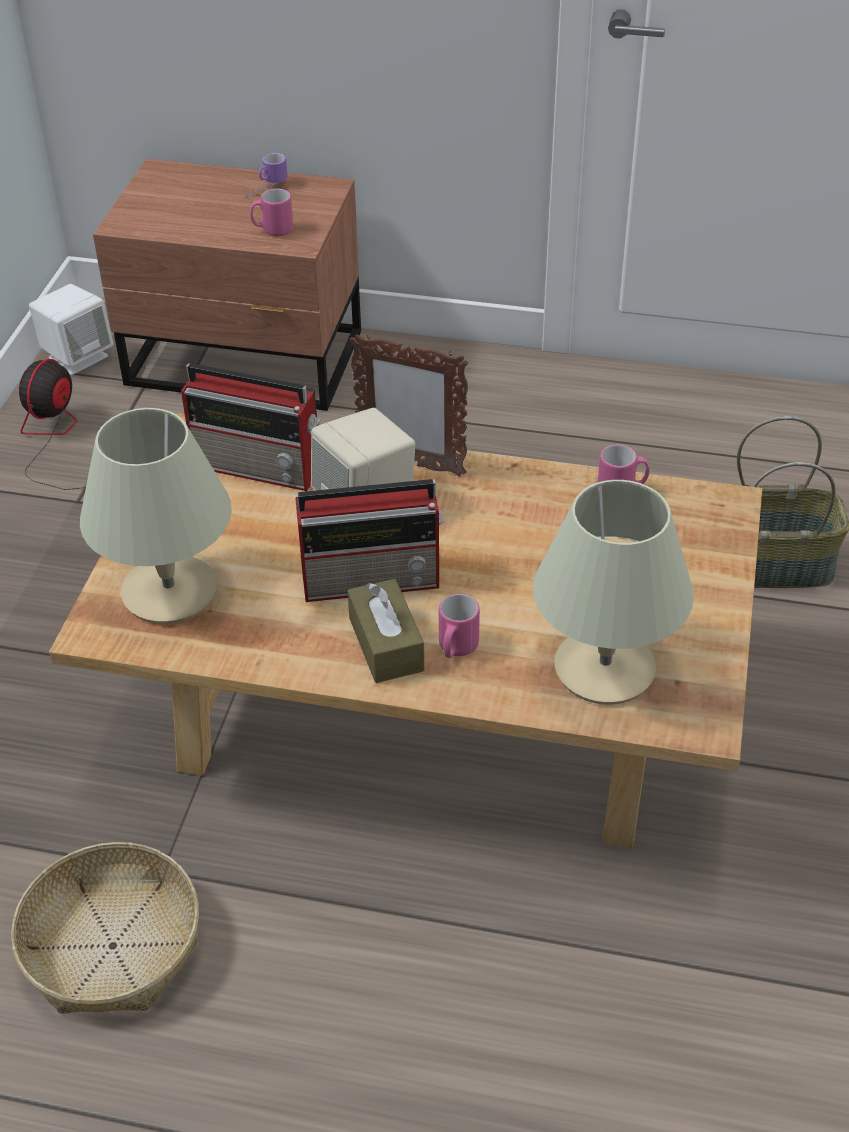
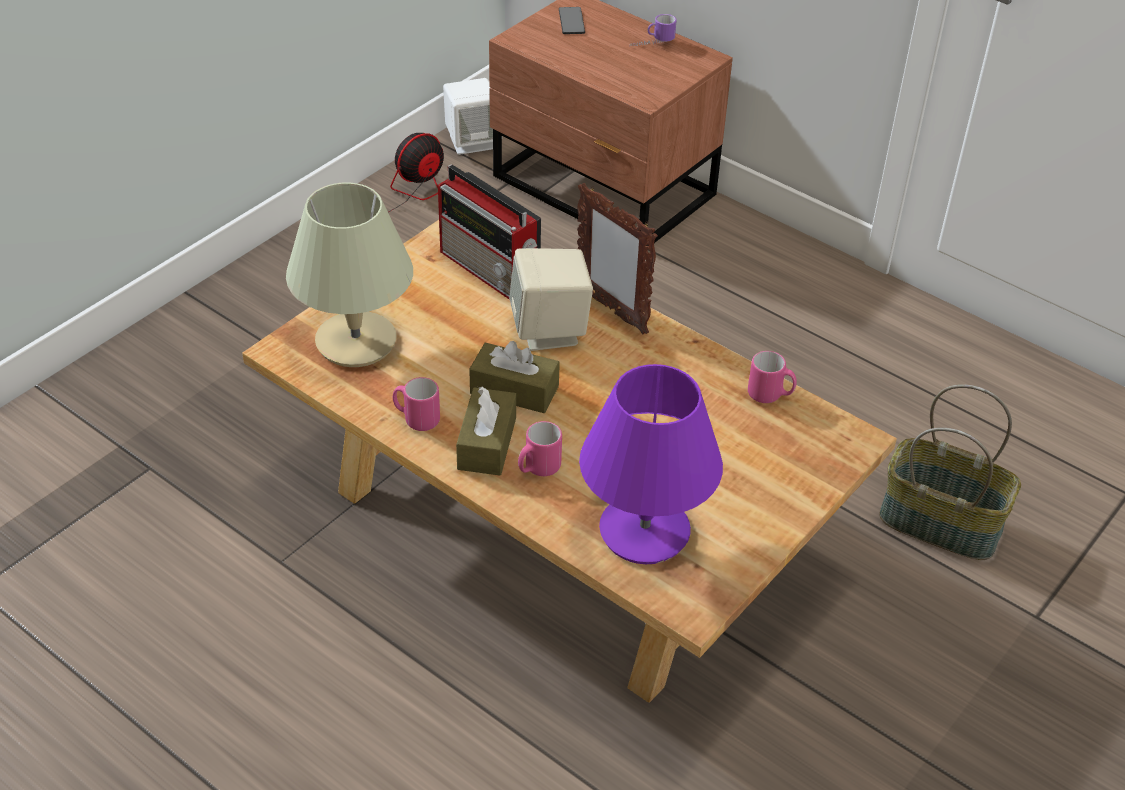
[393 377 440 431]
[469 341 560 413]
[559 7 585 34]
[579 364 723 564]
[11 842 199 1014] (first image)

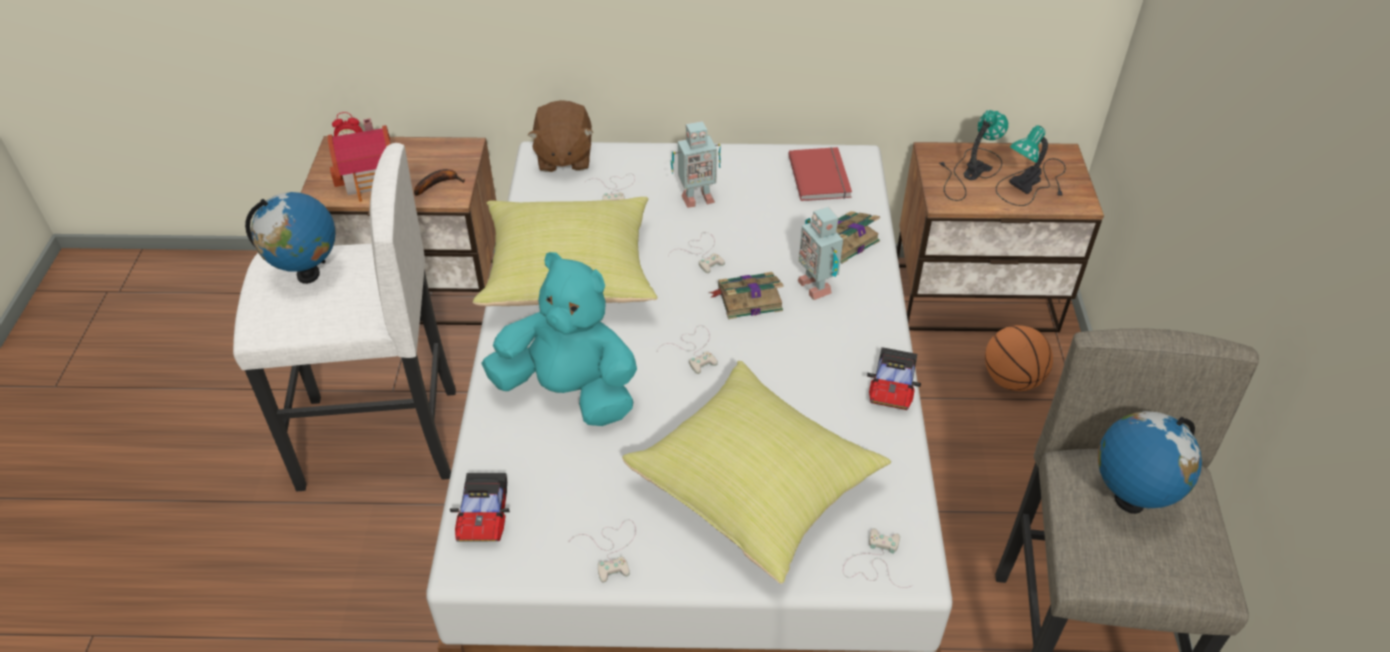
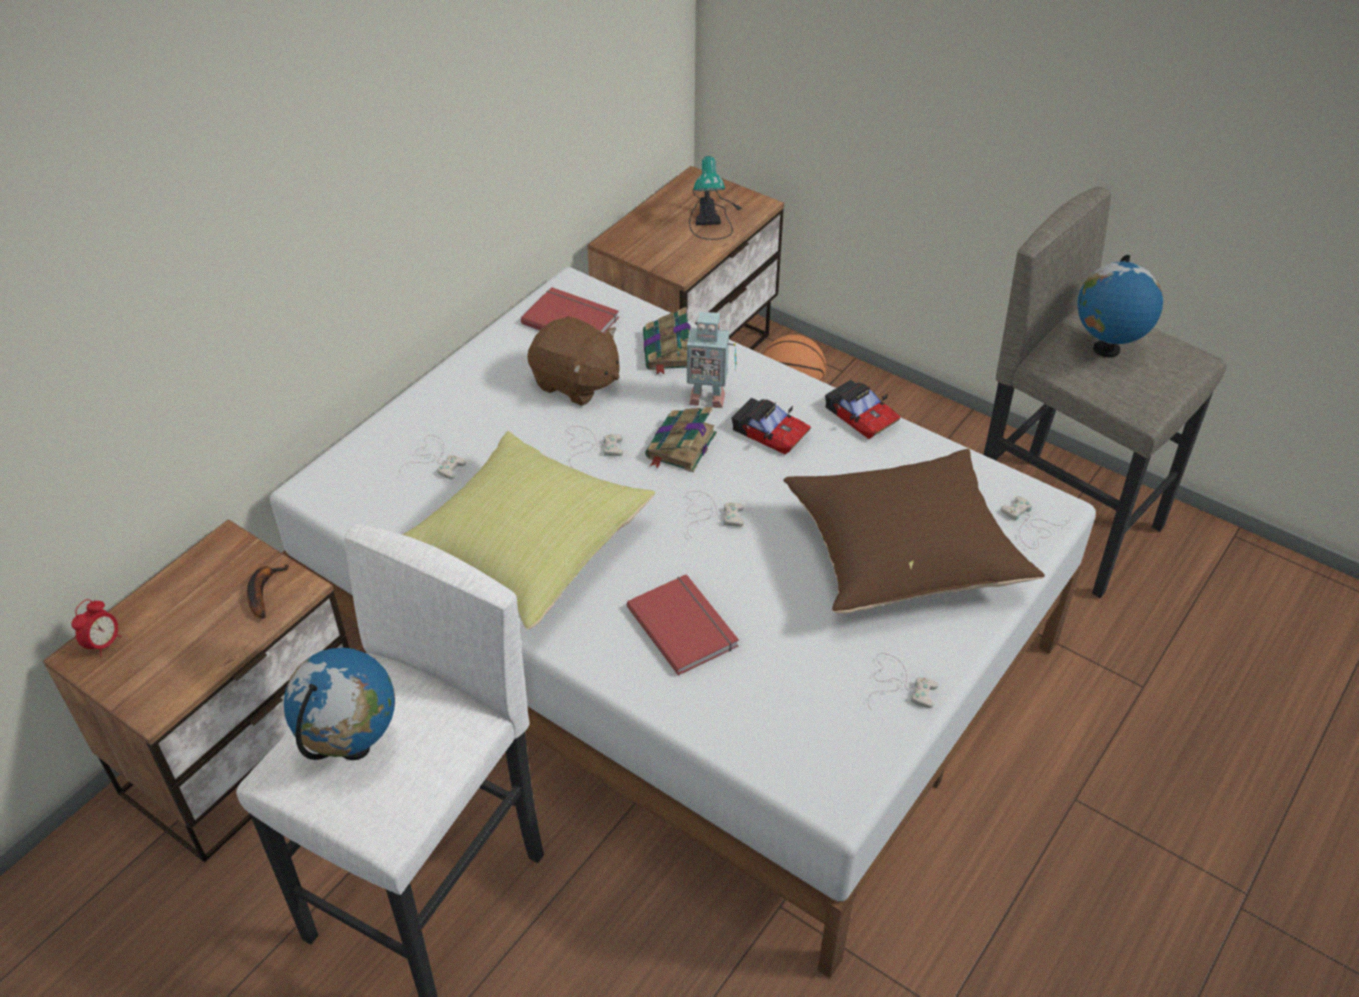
[527 316 620 406]
[627 574 739 676]
[731 398 811 454]
[783 449 1045 614]
[328 118 390 202] (first image)
[671 121 721 208] (first image)
[939 110 1008 201] (first image)

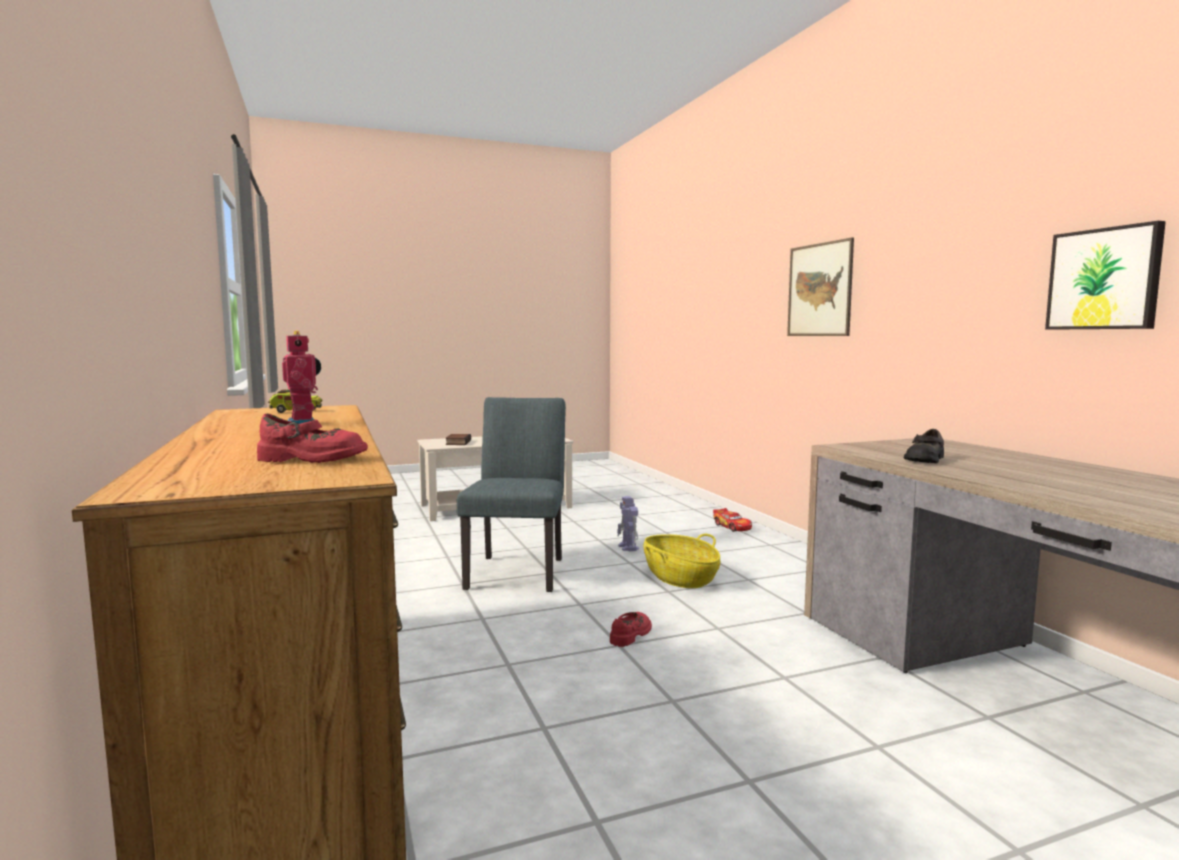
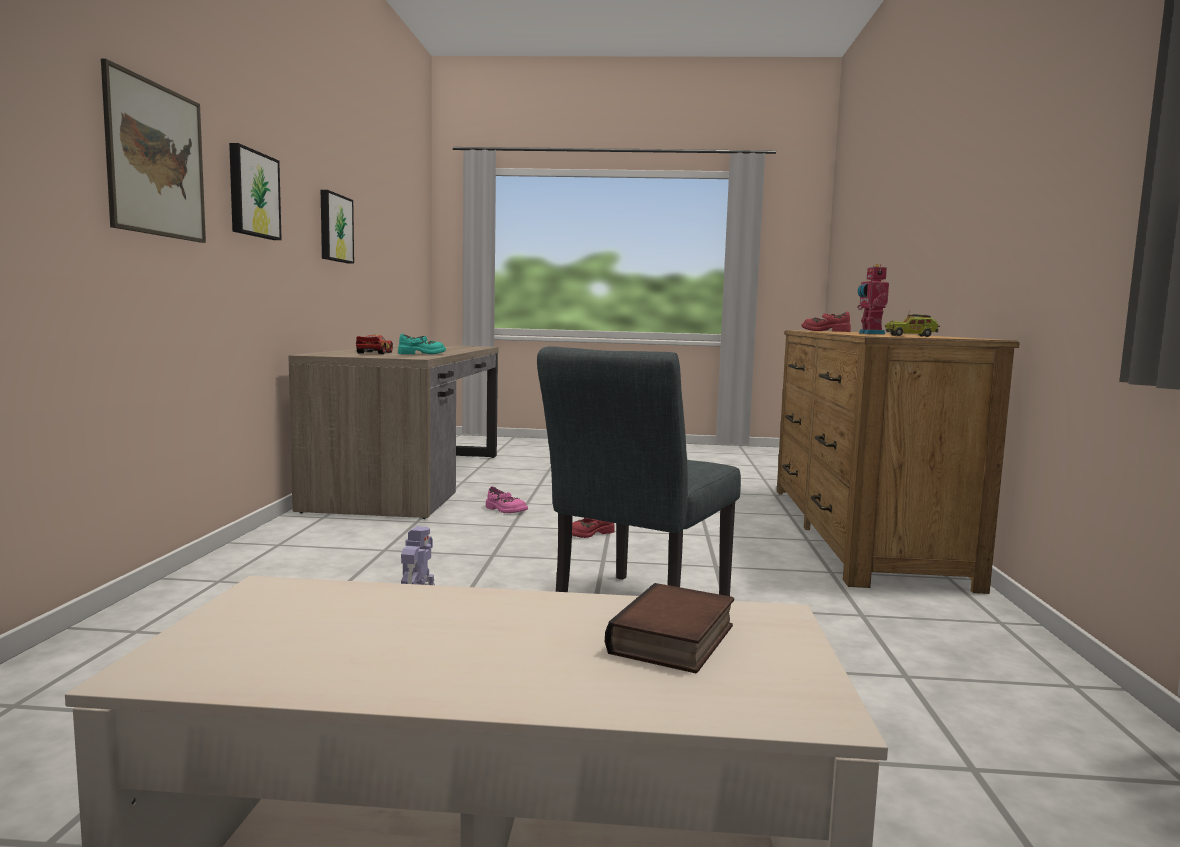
[229 143 282 240]
[356 335 393 354]
[398 334 446 354]
[486 486 528 513]
[644 534 720 588] (first image)

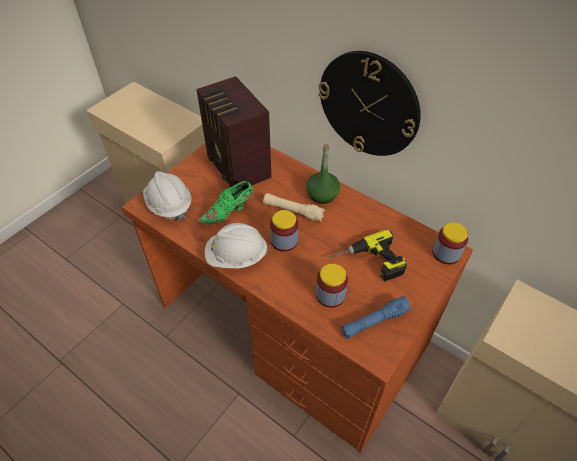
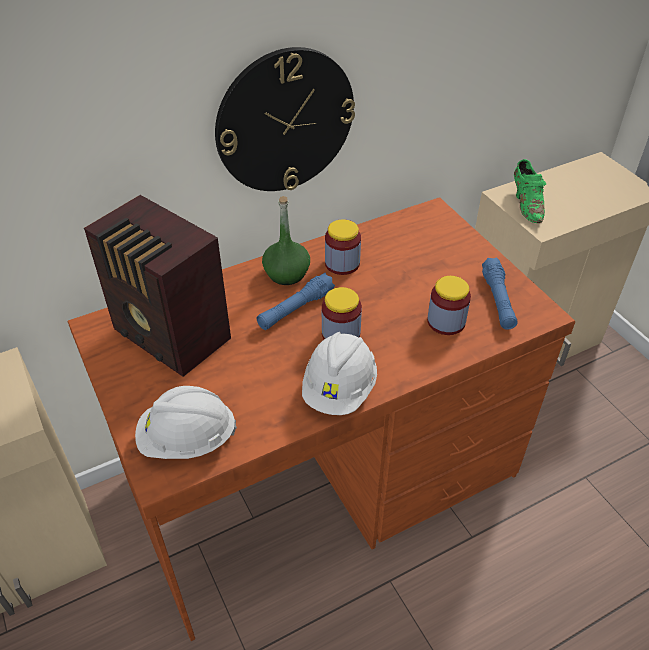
[84 195 231 377]
[256 273 335 330]
[325 219 361 275]
[514 159 546 223]
[329 229 407 281] (first image)

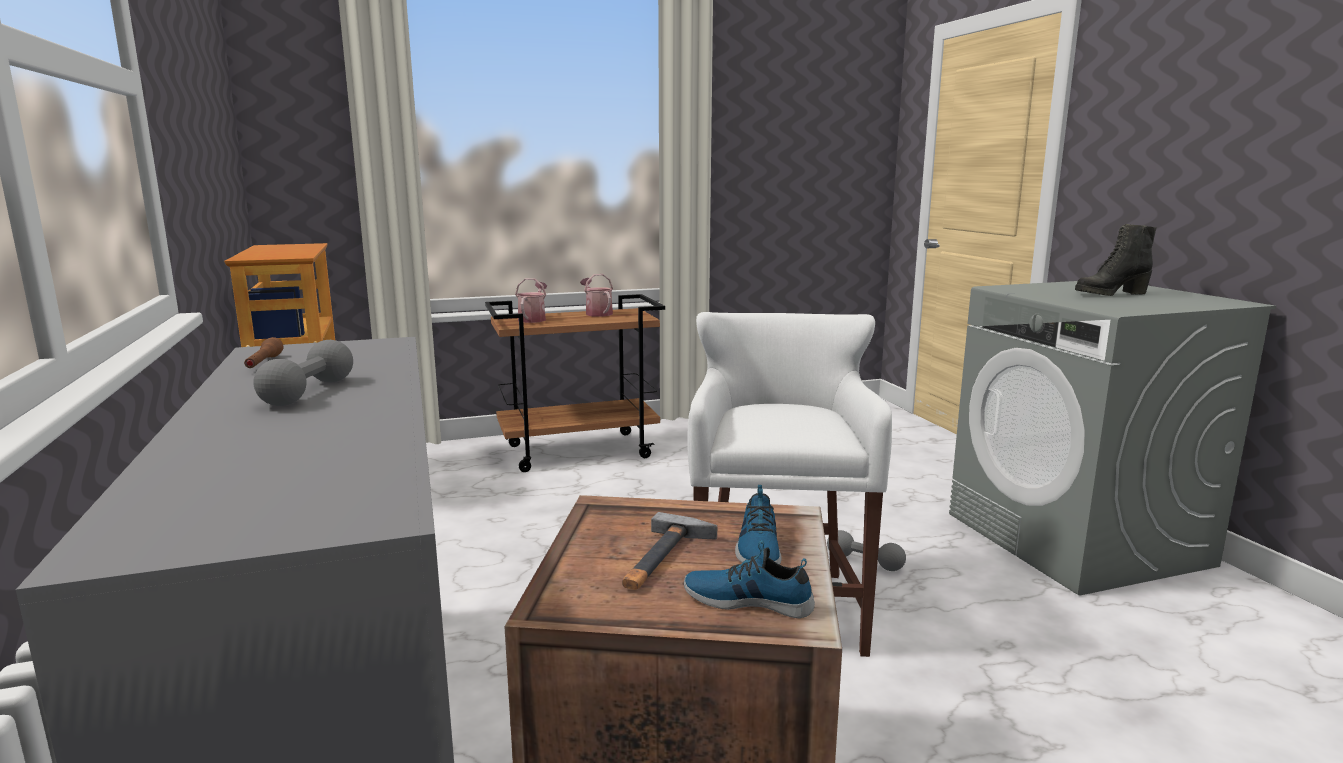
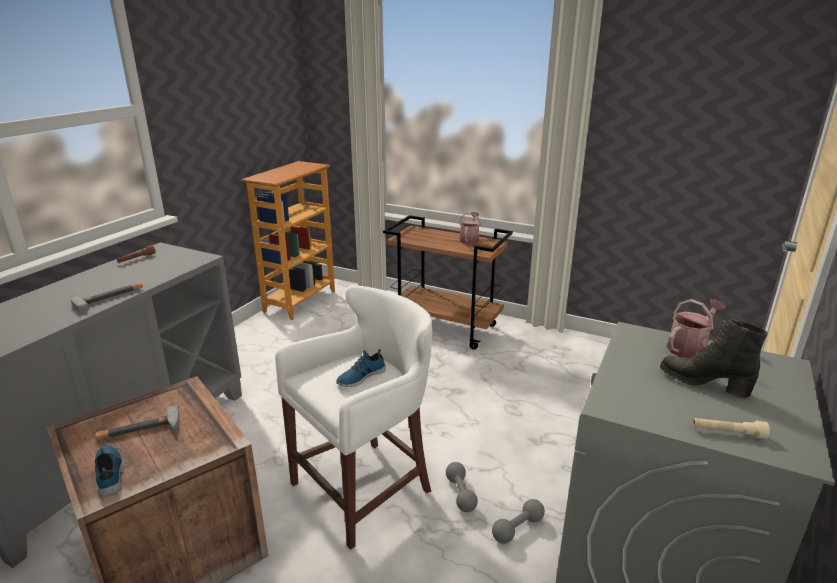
[70 282 143 313]
[336 349 386 387]
[492 499 545 543]
[667 299 726 358]
[693 418 770 439]

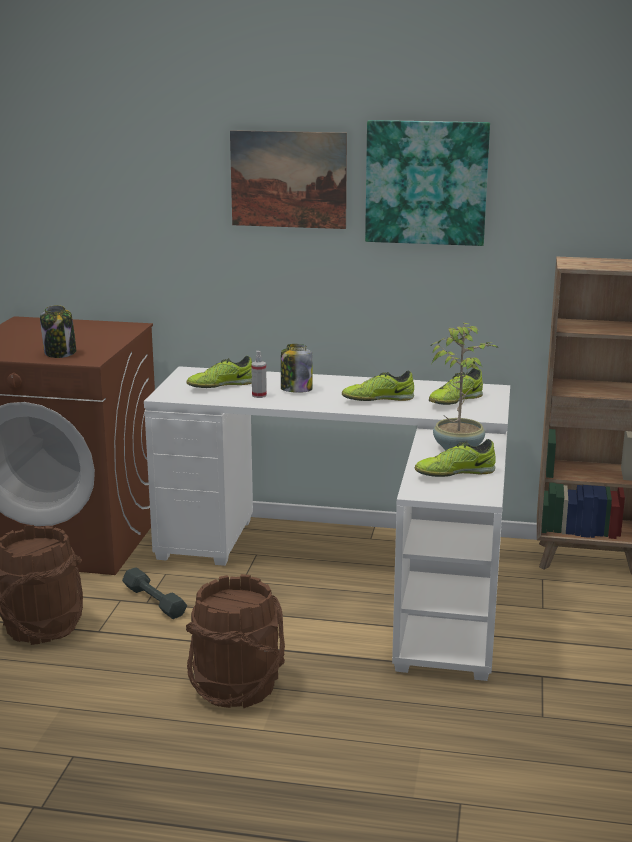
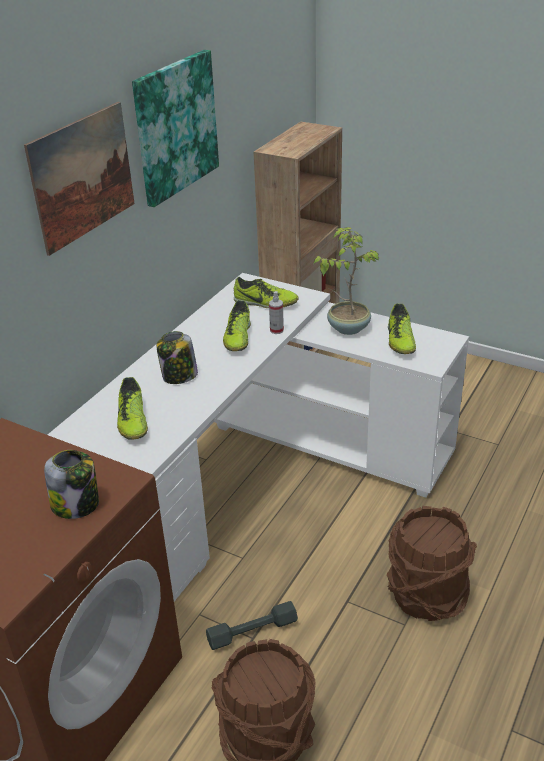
[234 277 298 308]
[269 291 284 334]

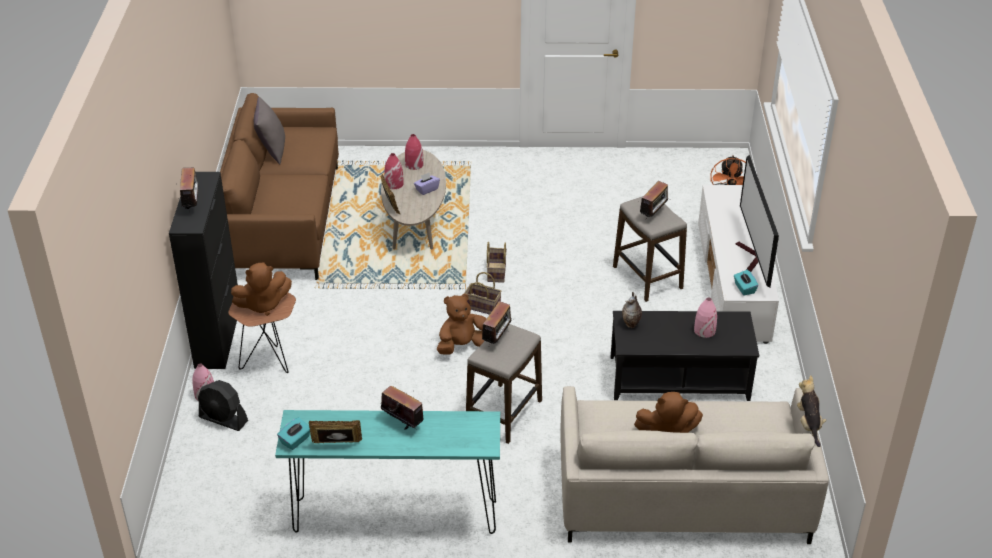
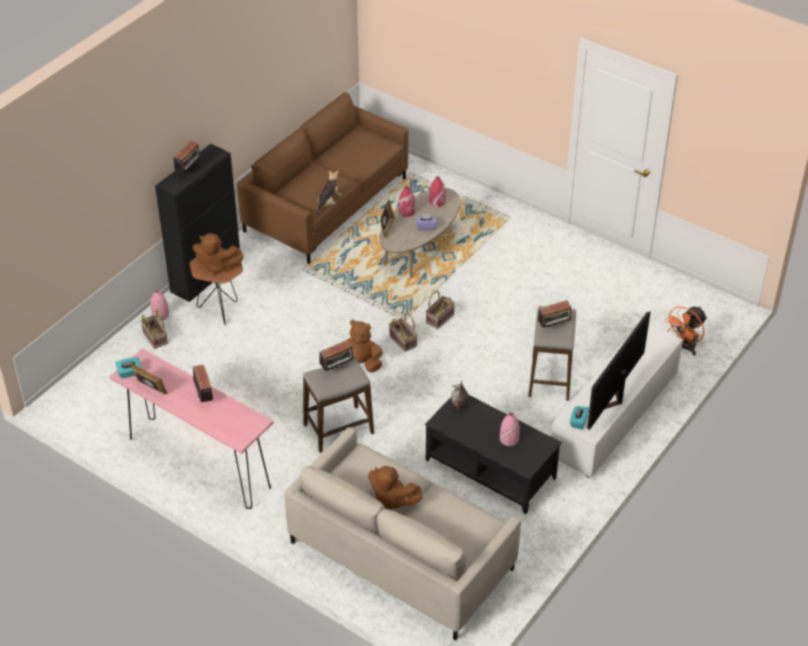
[109 348 274 509]
[141 310 168 349]
[317 170 342 216]
[254 97 285 164] (first image)

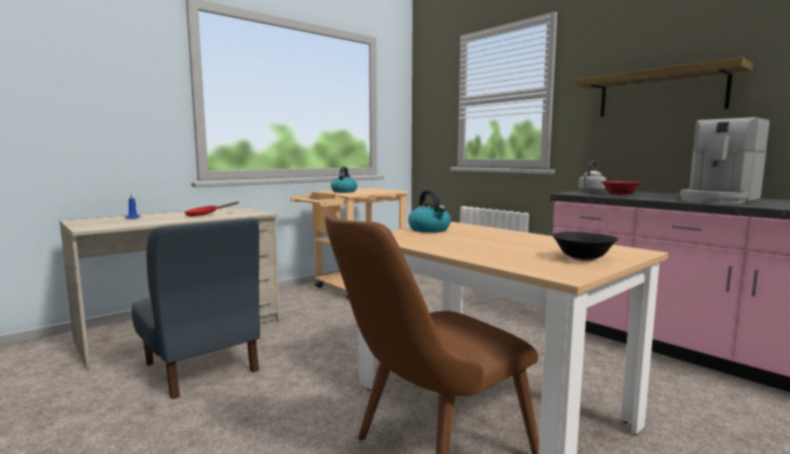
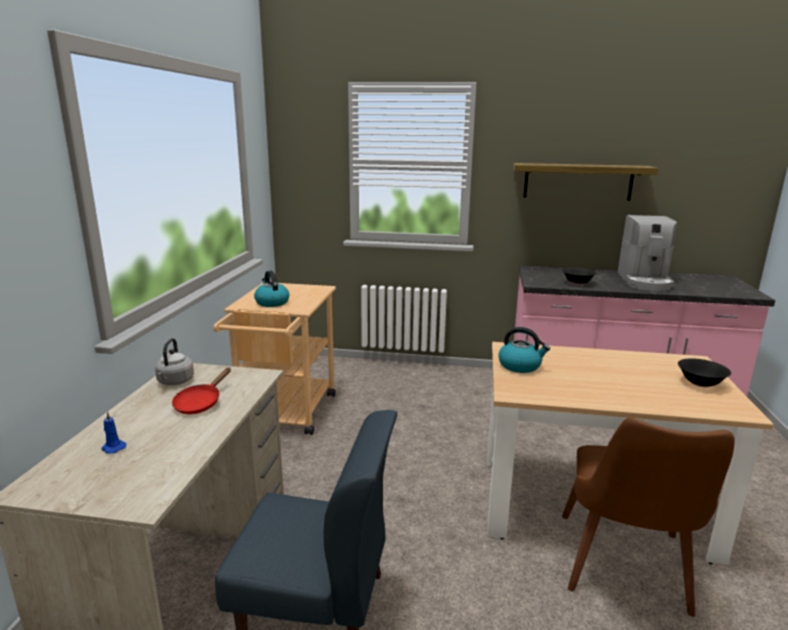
[155 338 194 386]
[562 268 596 285]

